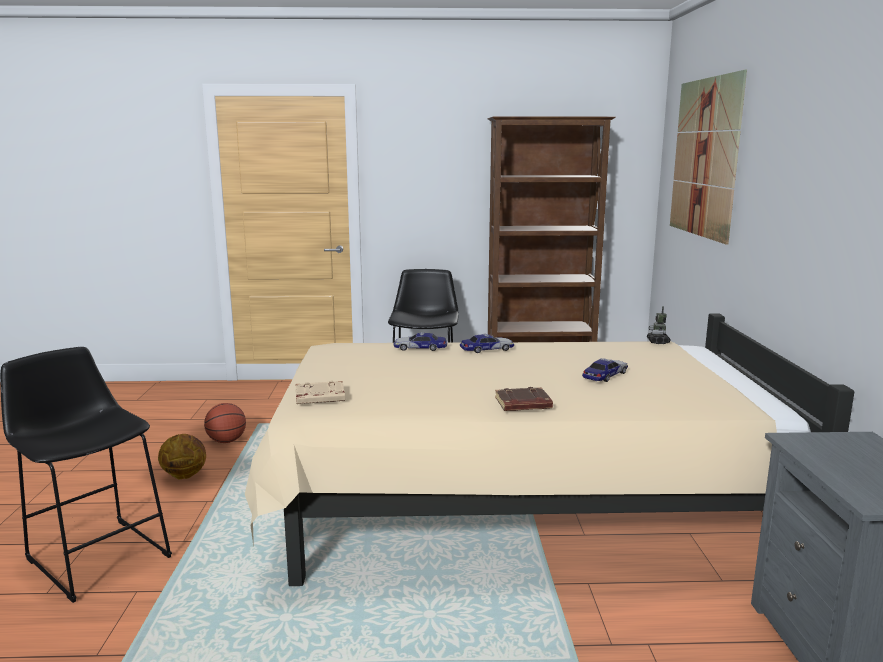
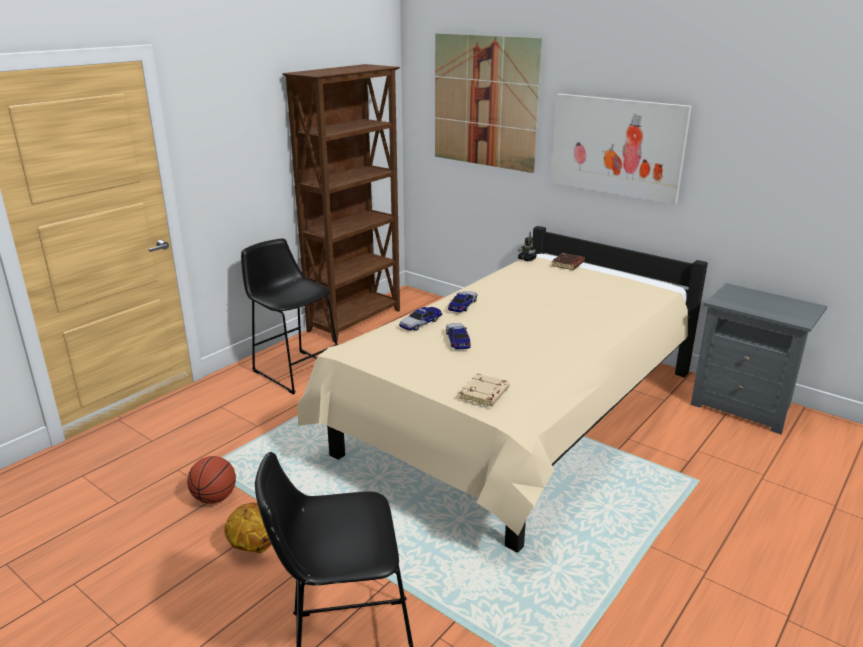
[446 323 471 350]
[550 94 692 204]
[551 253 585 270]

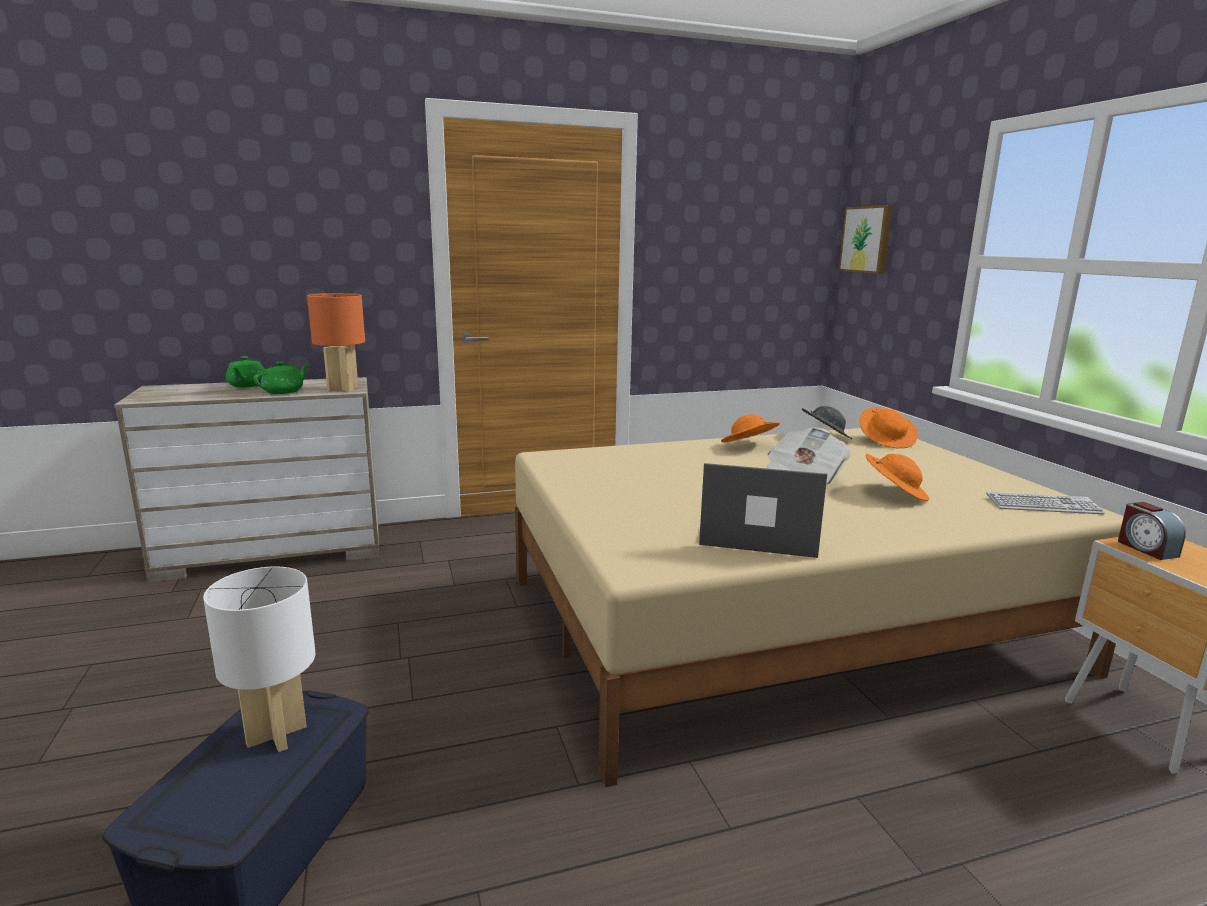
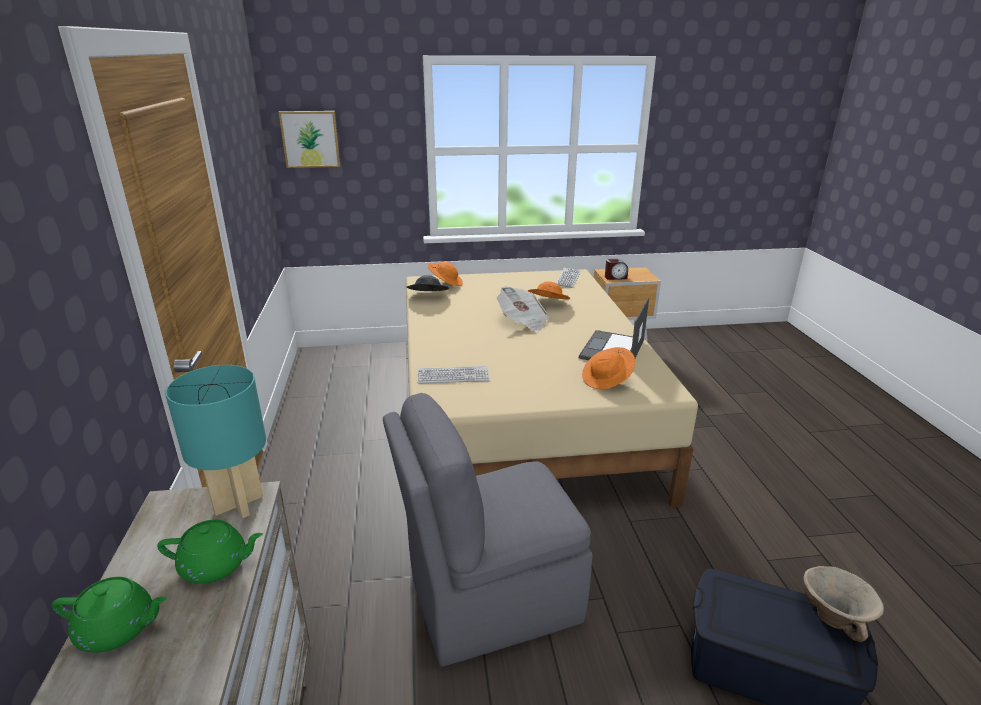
[157 519 263 584]
[165 365 266 518]
[383 393 592 667]
[417 366 489 384]
[582 347 635 389]
[803 566 884 642]
[203 566 315 752] (first image)

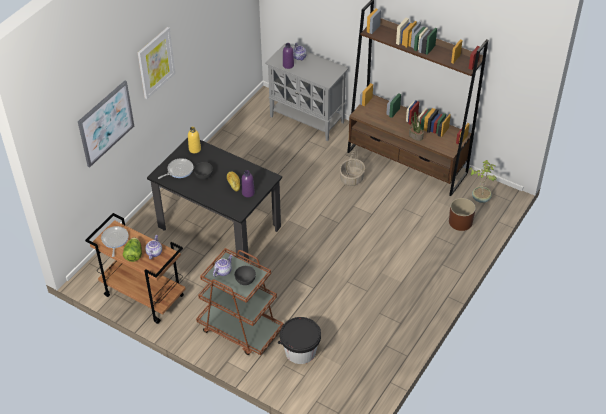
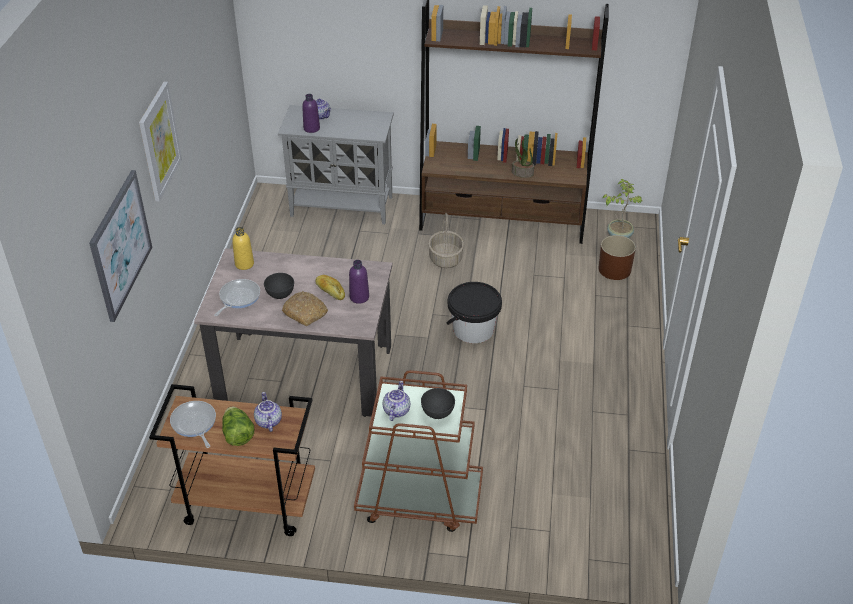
[194 248 393 417]
[282 291 328 326]
[446 282 502 343]

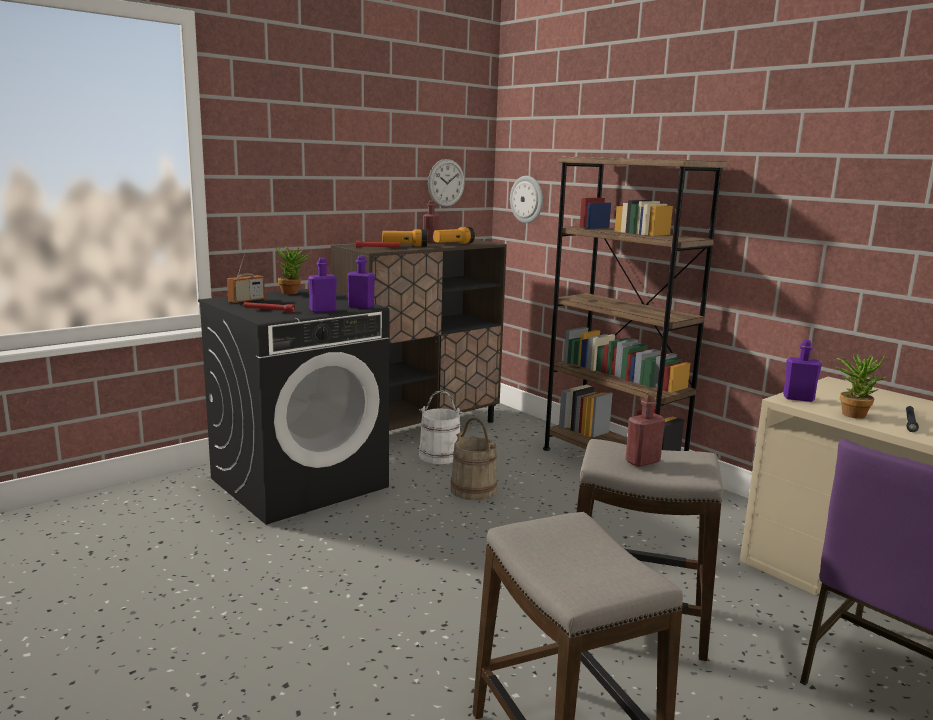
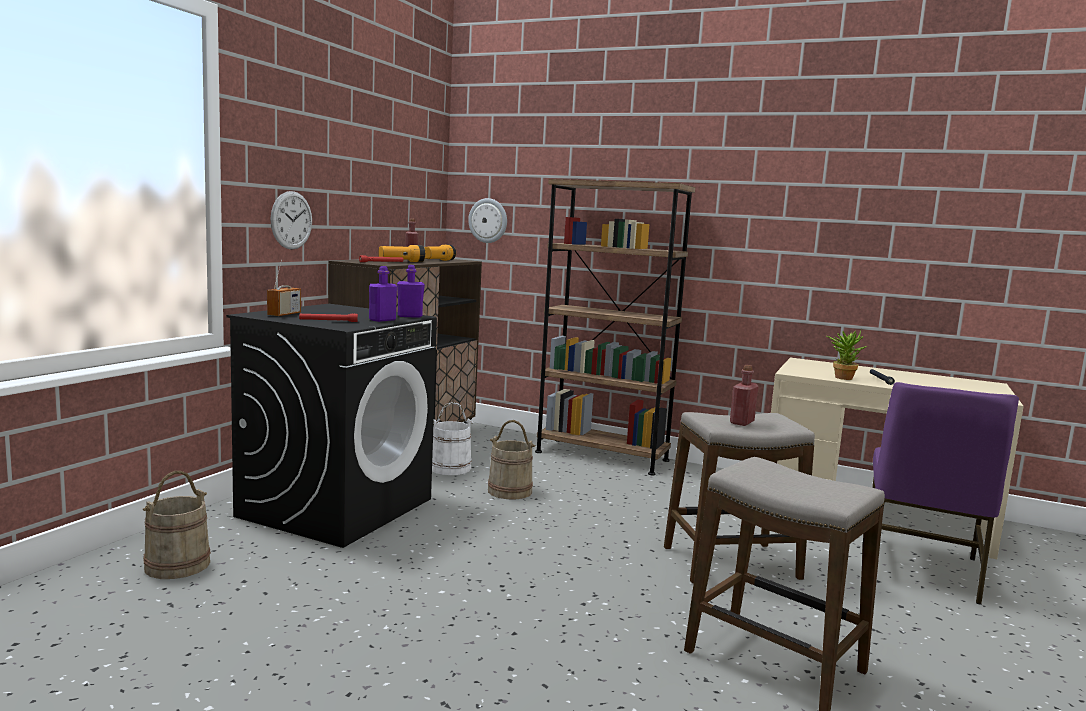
[143 471 211 579]
[270 191 312 250]
[275 246 311 294] (first image)
[783 340 822 402] (first image)

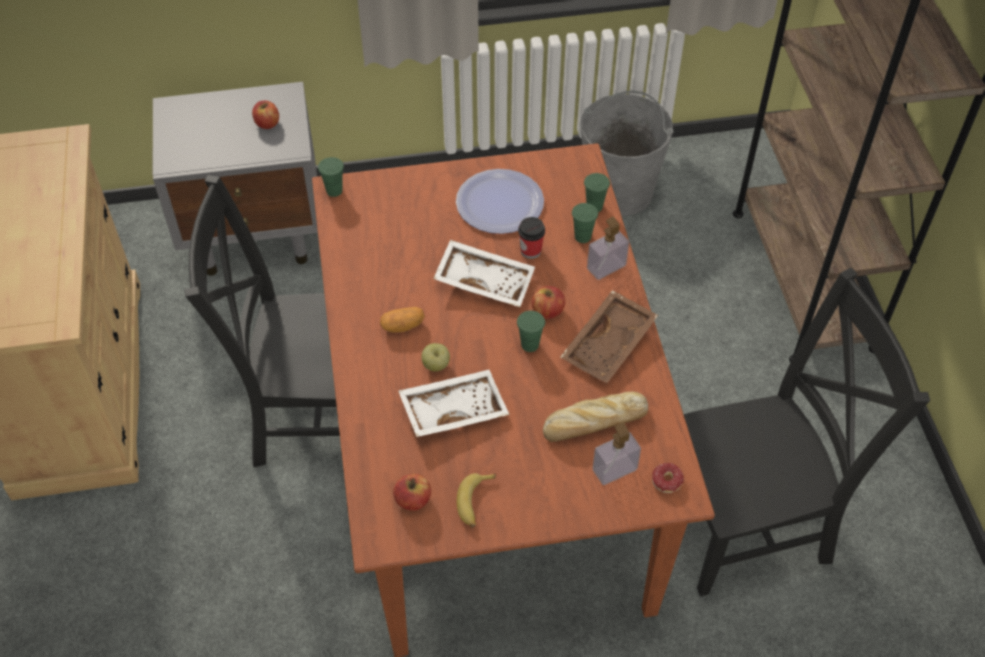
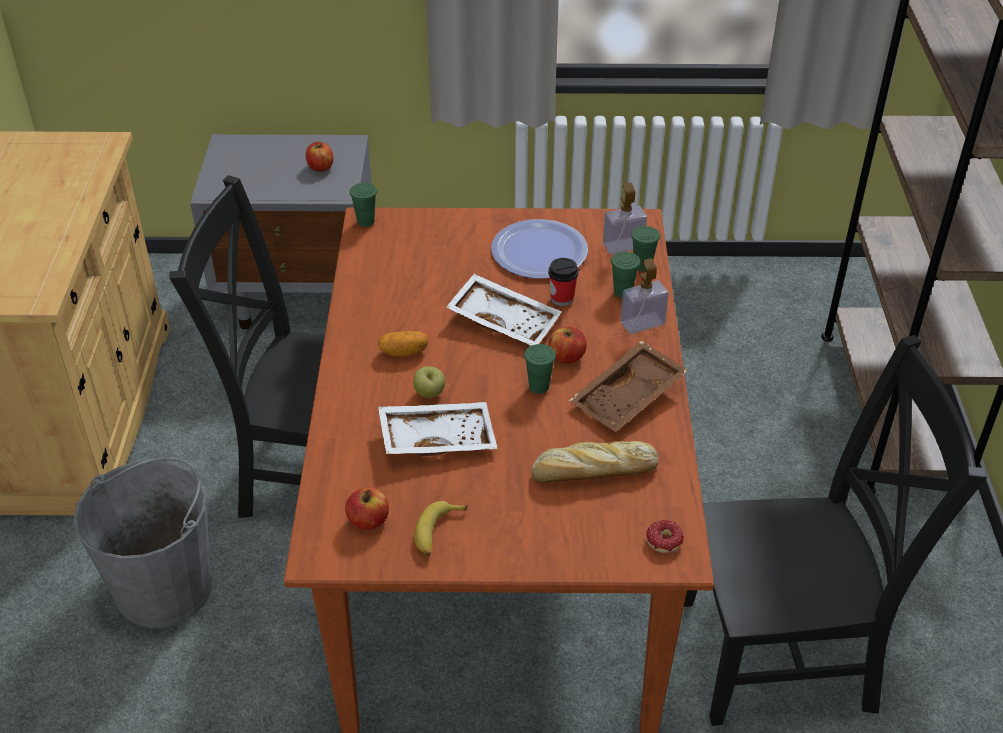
[73 457 212 628]
[603 183 647 254]

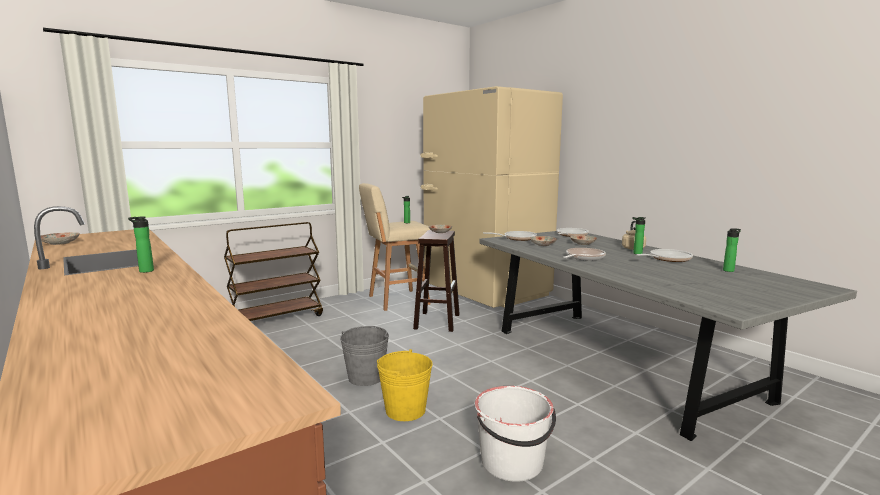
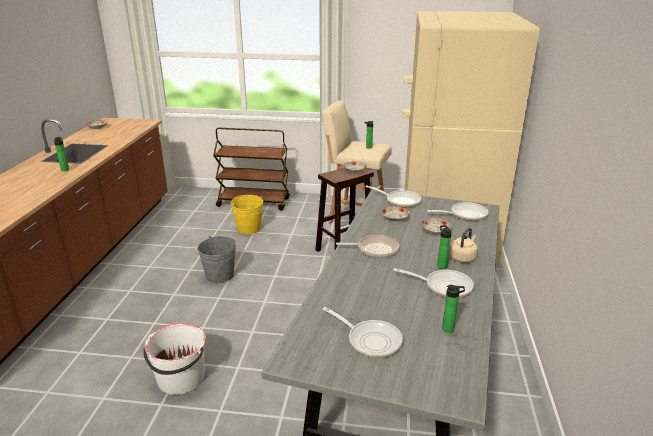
[231 195 263 234]
[323 307 403 358]

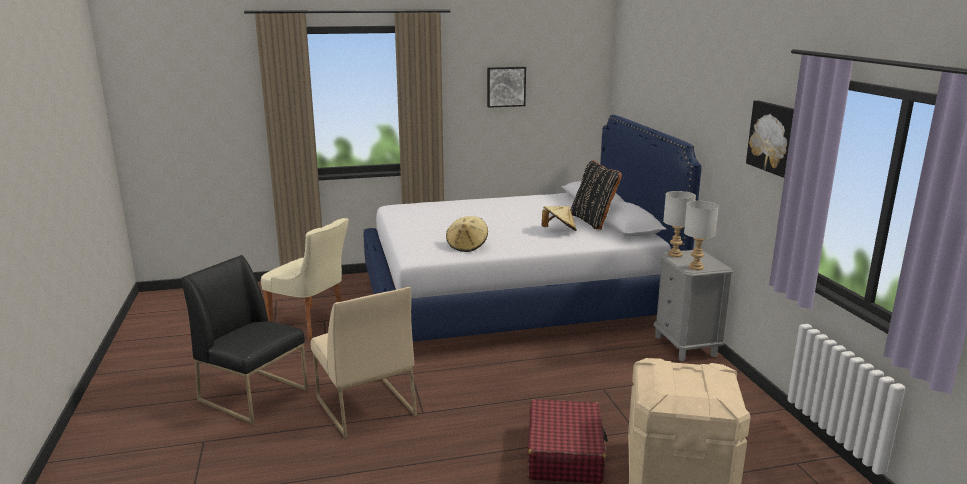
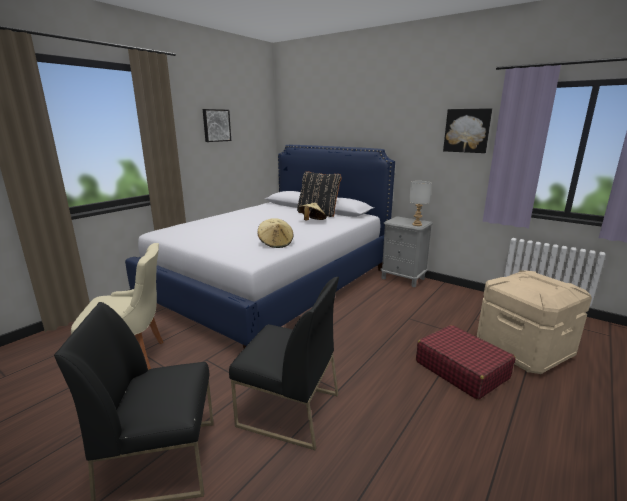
[229 277 339 450]
[663 191 696 257] (first image)

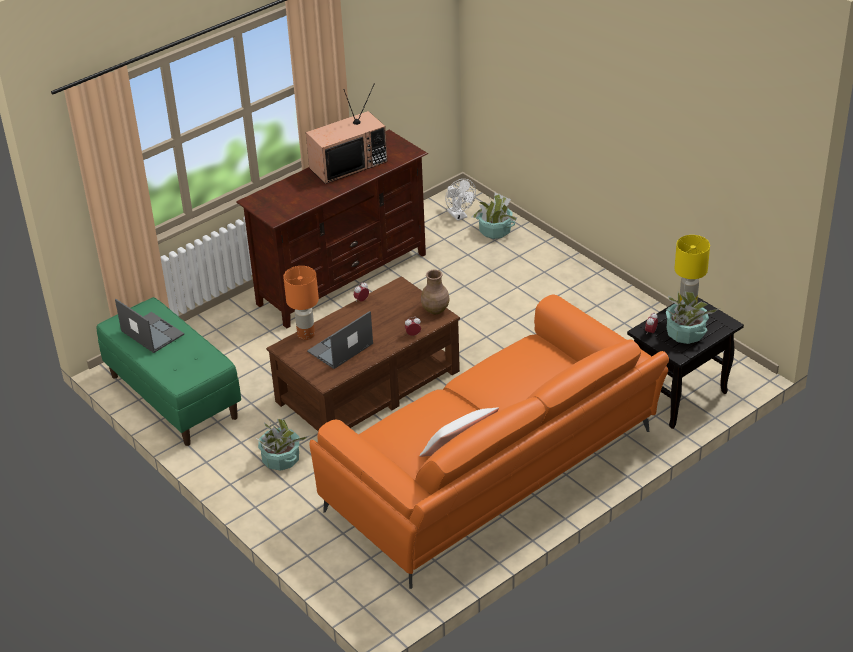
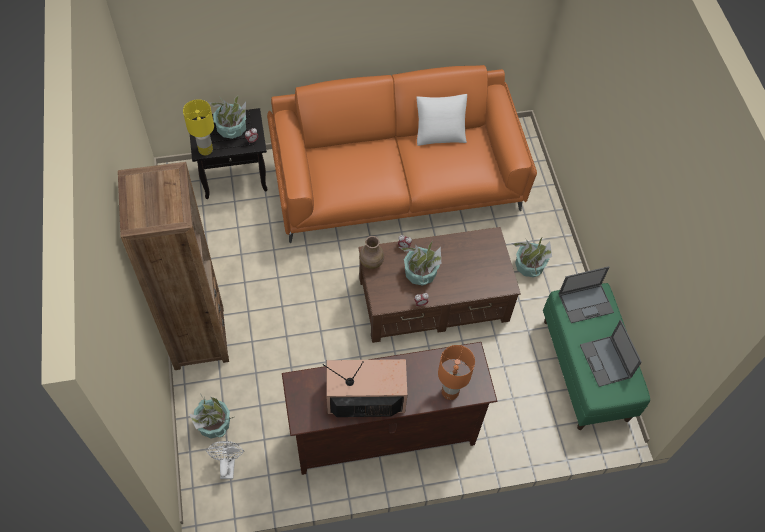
[118 162 229 370]
[399 241 441 286]
[438 345 475 400]
[559 266 614 323]

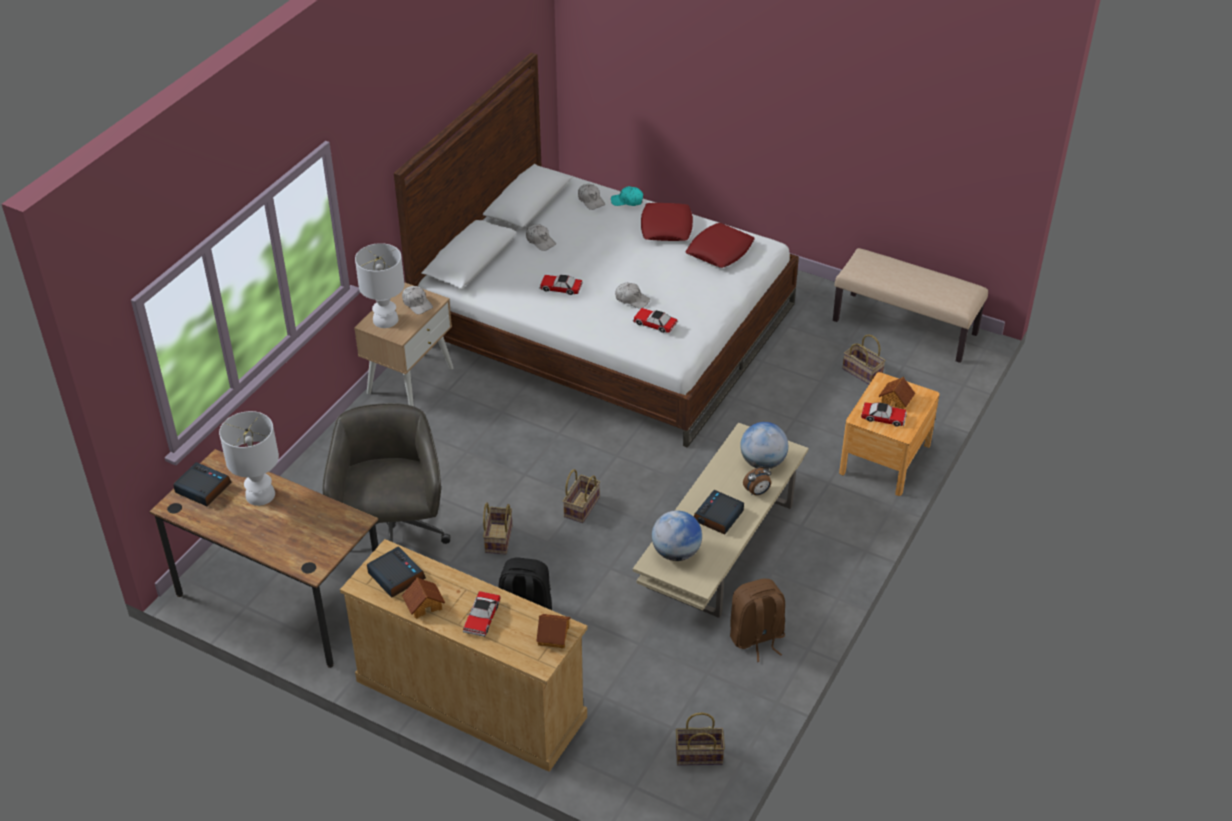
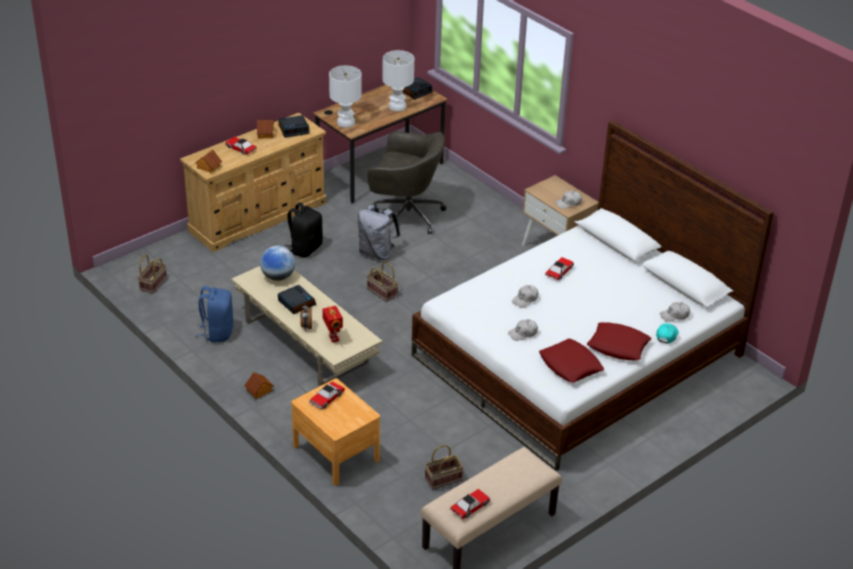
[195 286 233 342]
[244 372 274 399]
[322 306 343 343]
[329 66 362 127]
[358 205 400 260]
[450 489 490 519]
[508 319 538 341]

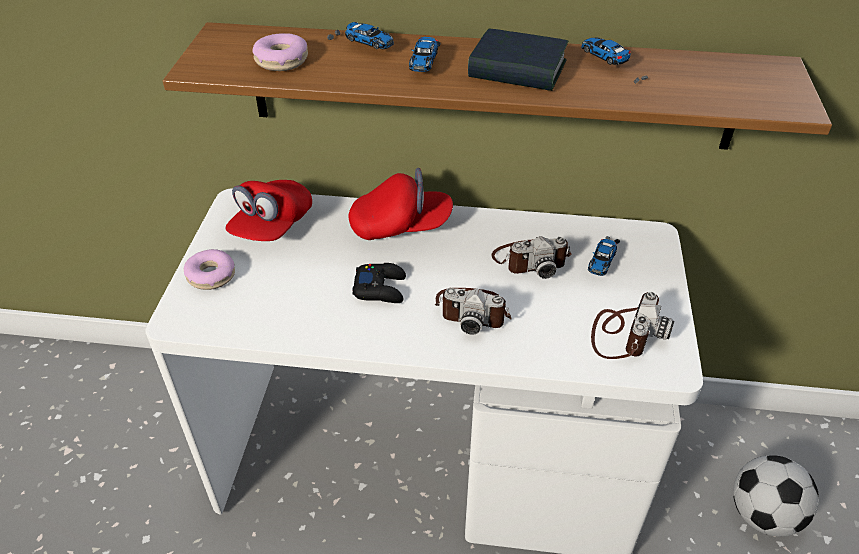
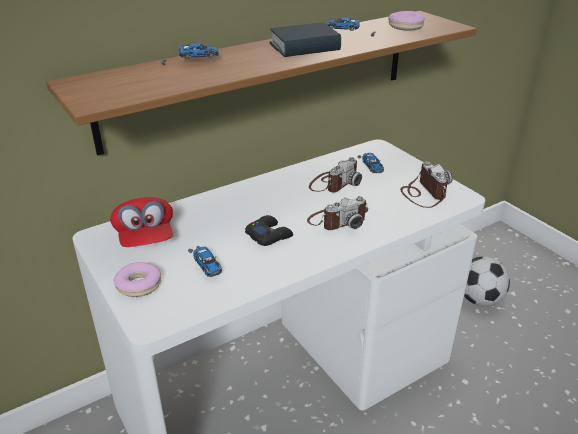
[188 246 222 277]
[388 11 425 31]
[348 168 453 240] (first image)

